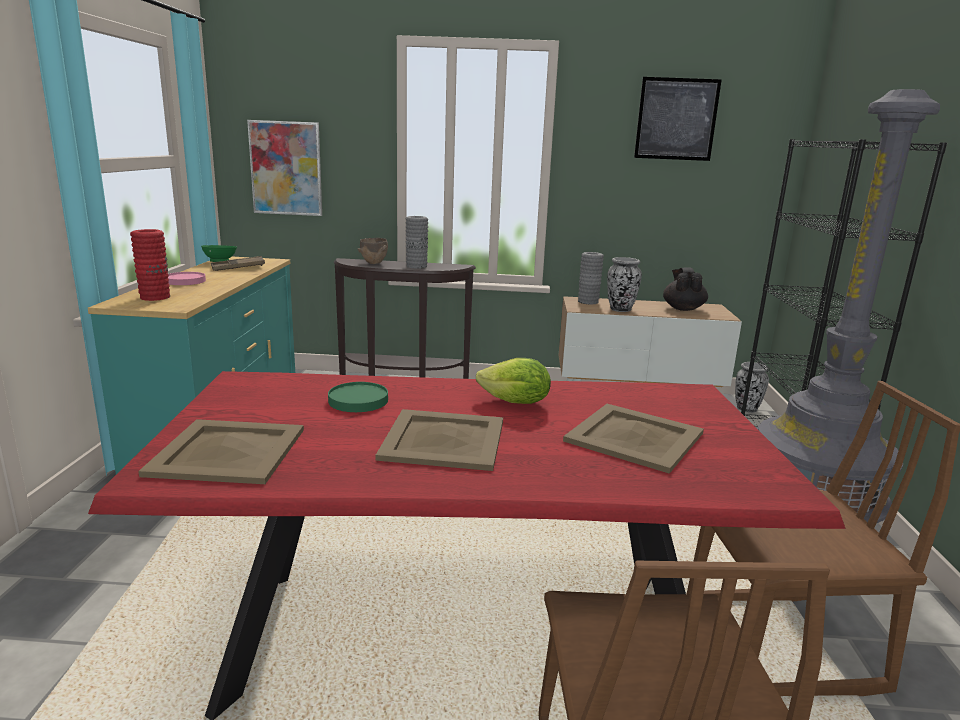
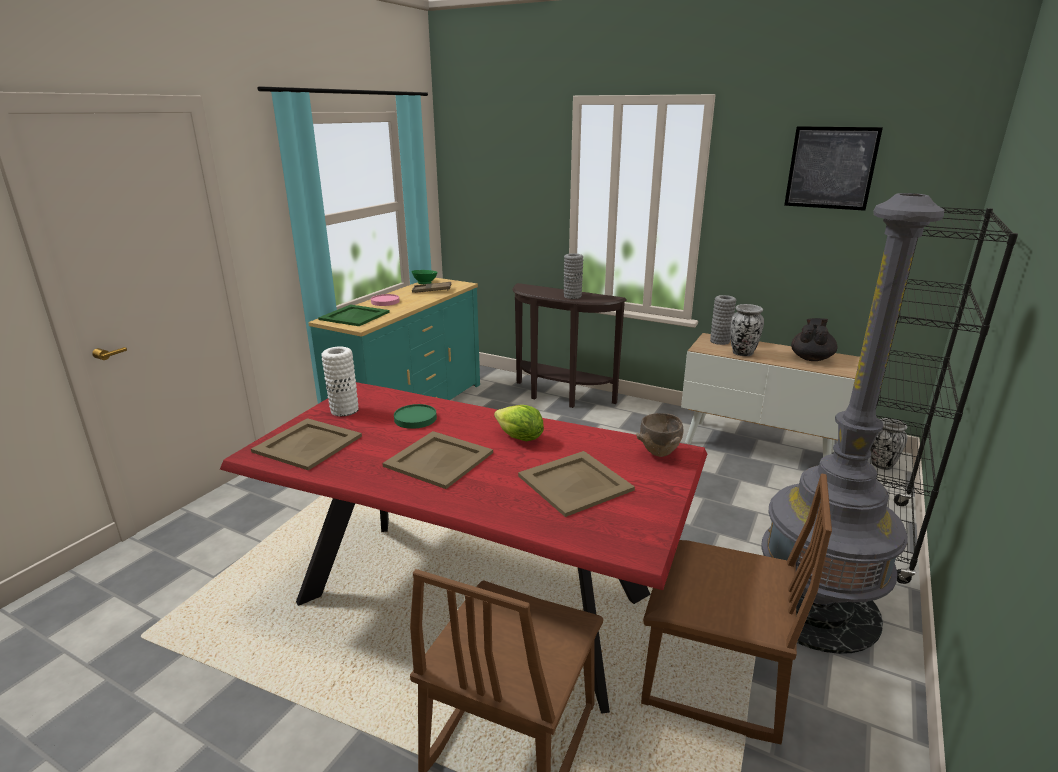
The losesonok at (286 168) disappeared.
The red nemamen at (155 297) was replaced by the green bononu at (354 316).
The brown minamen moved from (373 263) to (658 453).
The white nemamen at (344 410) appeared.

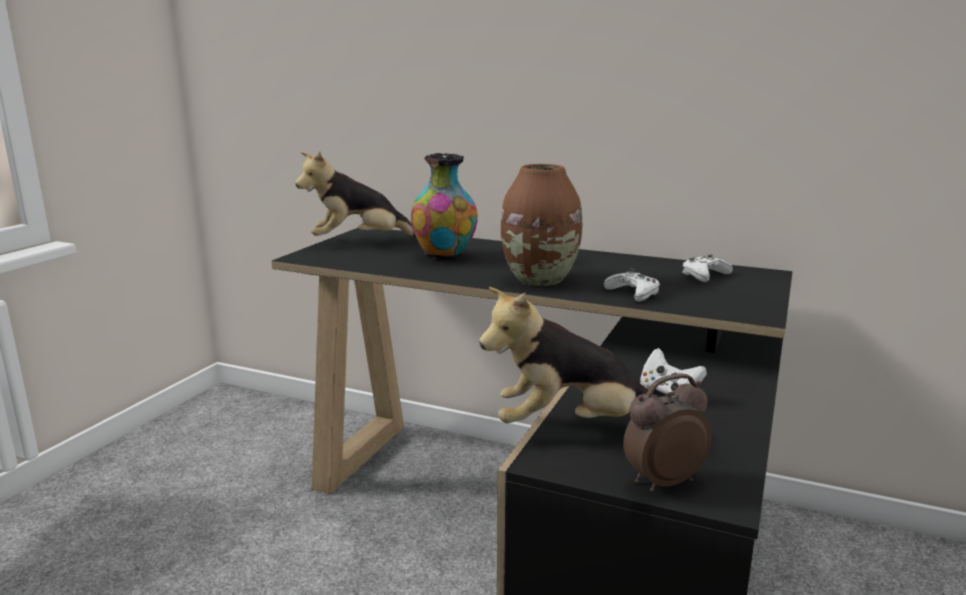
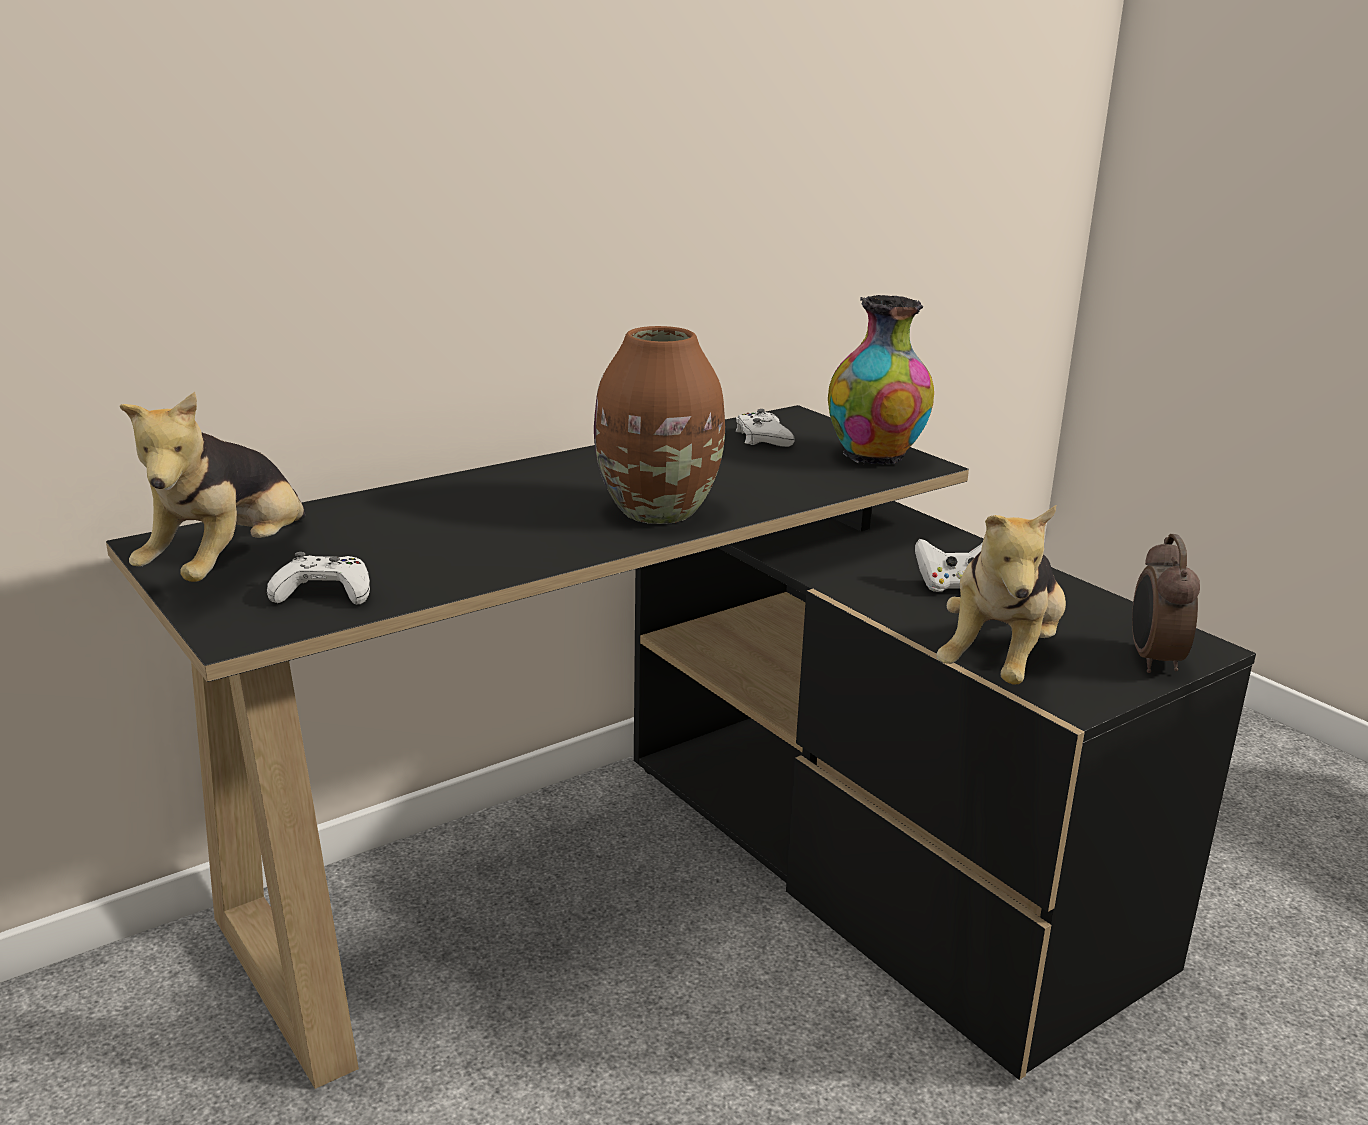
The nemamen moved from (445 256) to (876 457).
The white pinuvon moved from (633 293) to (324 592).

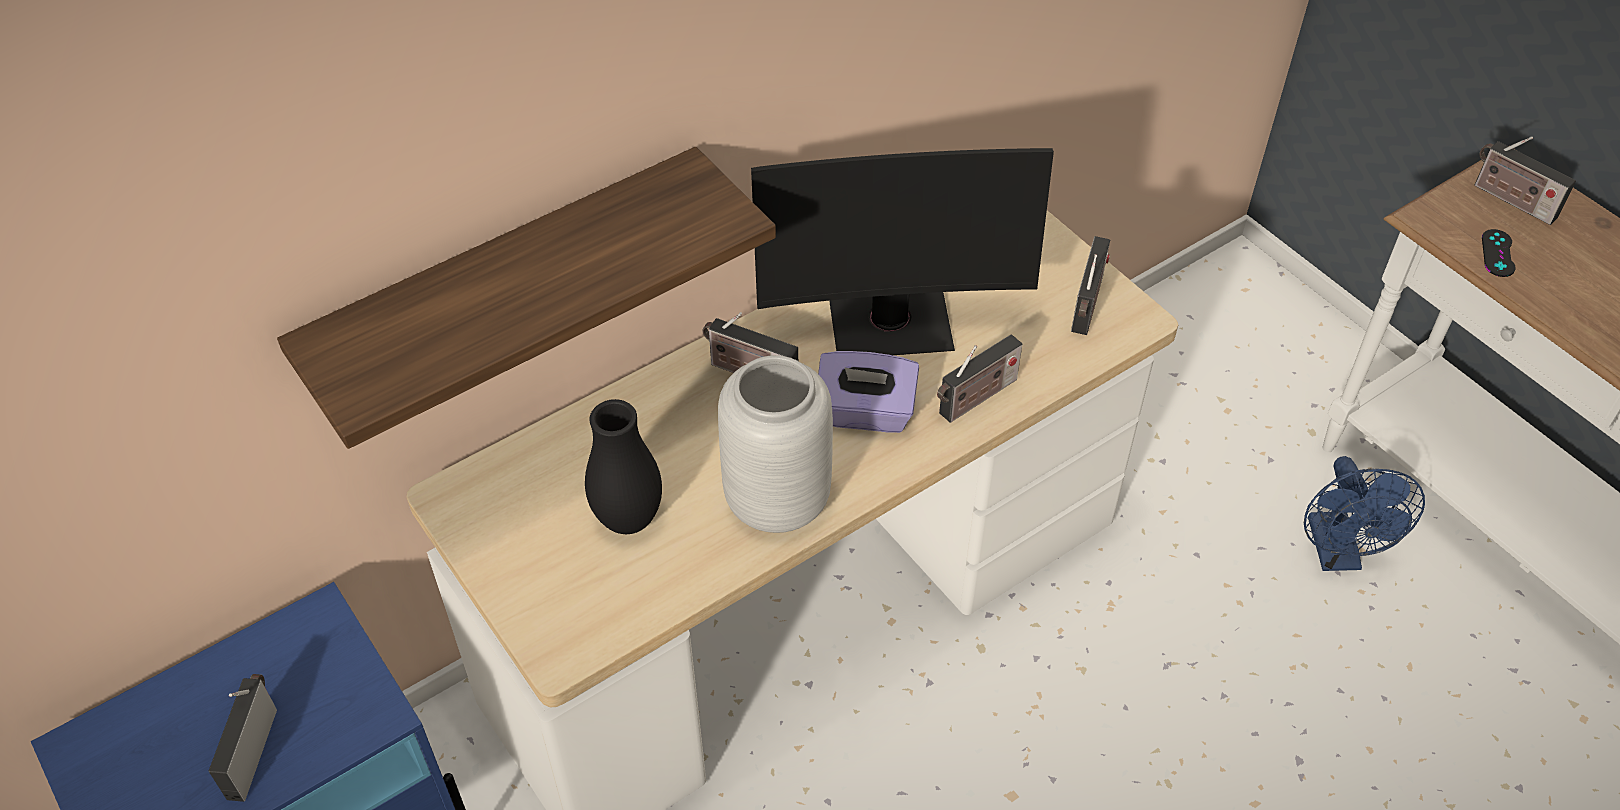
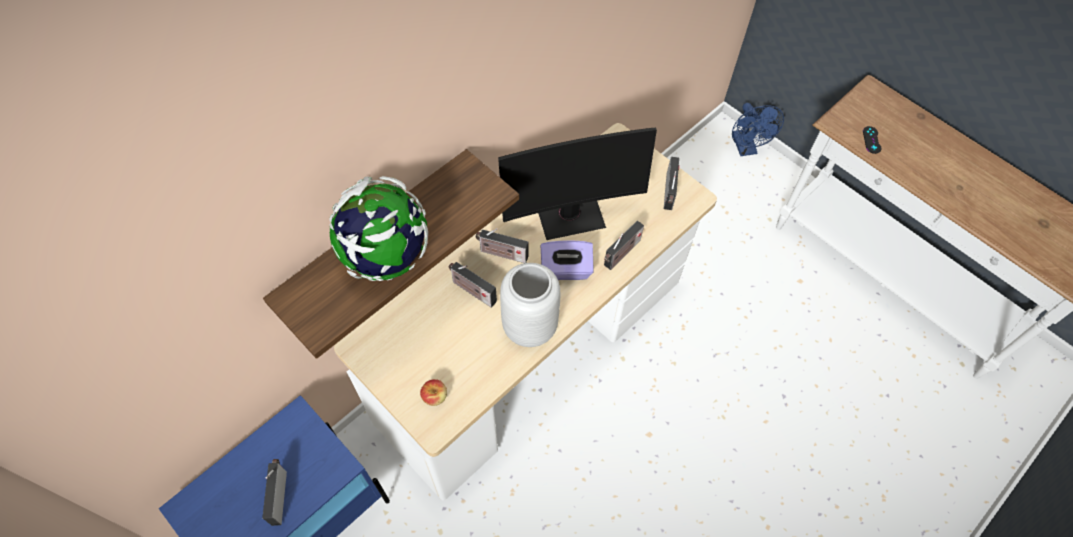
The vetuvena moved from (1510 200) to (472 291).
The black nemamen at (628 519) disappeared.
The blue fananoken moved from (1337 554) to (746 148).
The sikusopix at (386 257) appeared.
The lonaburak at (435 396) appeared.

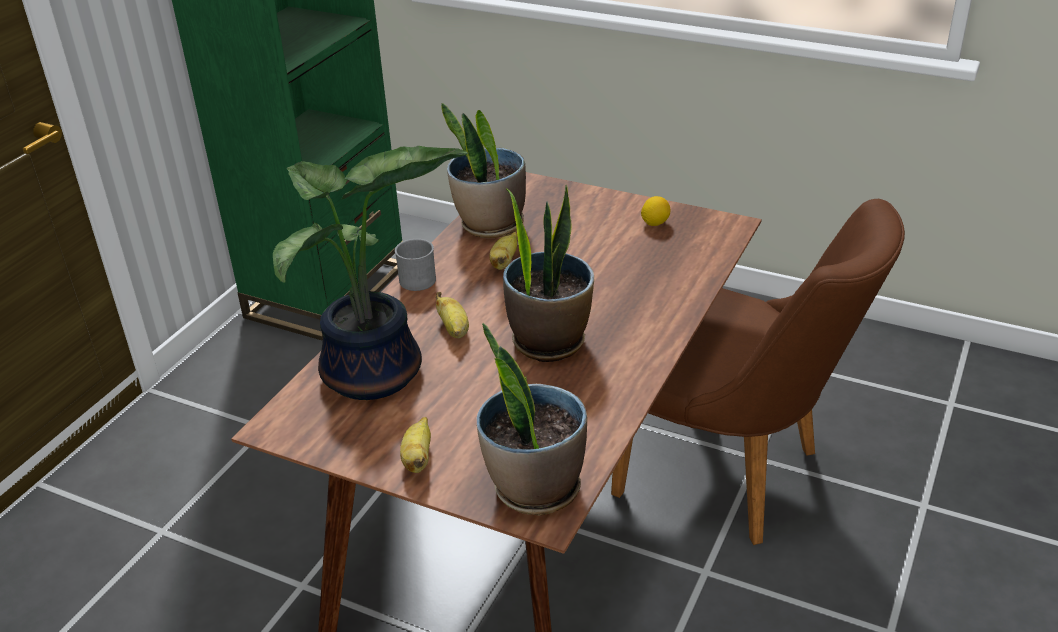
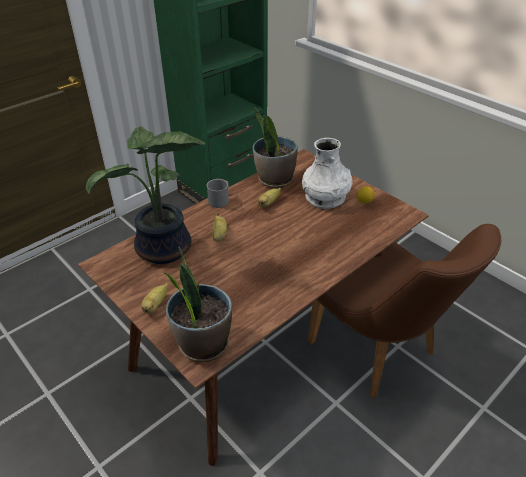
The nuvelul at (549 341) disappeared.
The white nemamen at (325 197) appeared.

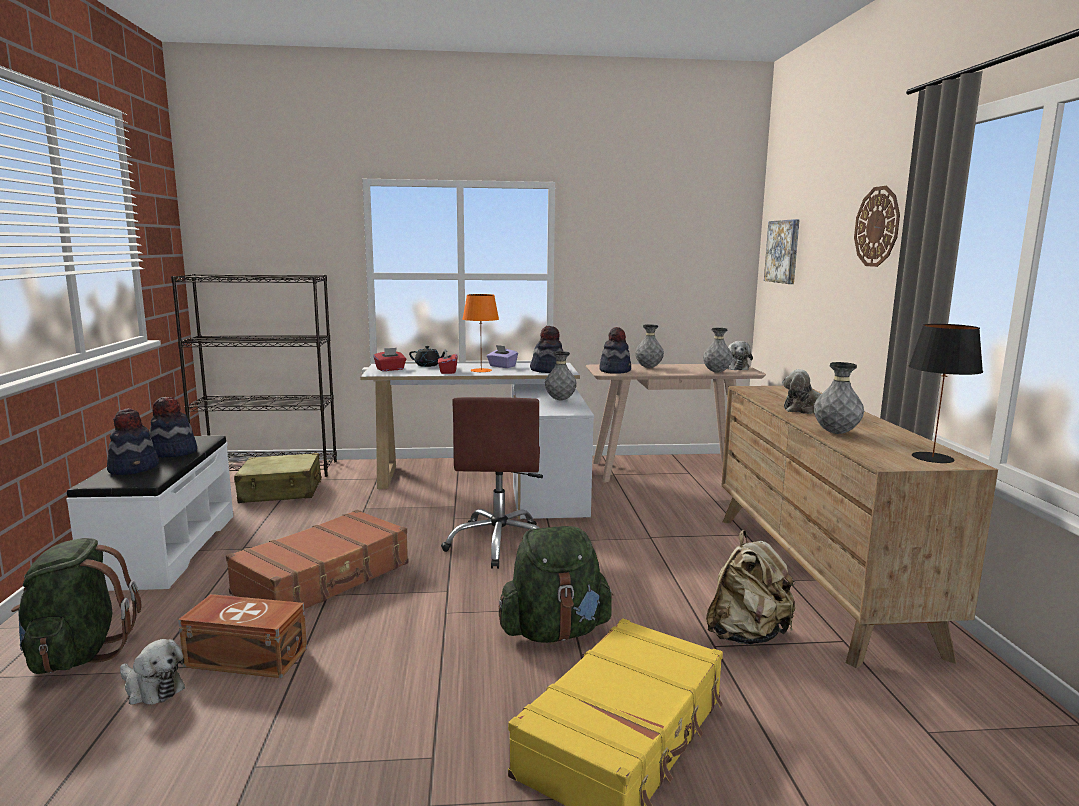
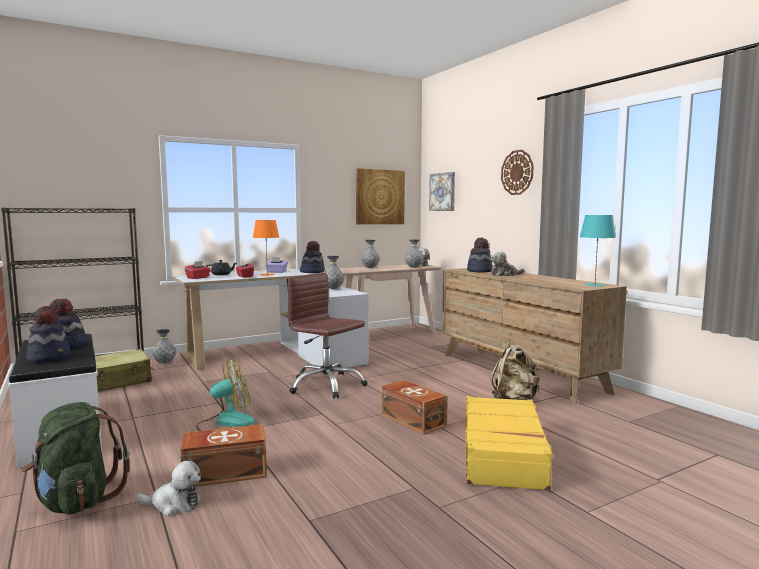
The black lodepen at (932 458) became the turquoise lodepen at (595 285).
The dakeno moved from (615 371) to (479 271).
The grey nemamen moved from (835 433) to (164 363).
The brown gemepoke at (499 544) turned 150 degrees clockwise.
The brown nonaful at (324 579) was replaced by the fananoken at (225 423).
The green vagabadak at (555 632) was replaced by the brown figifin at (413 420).
The losesonok at (379 197) appeared.

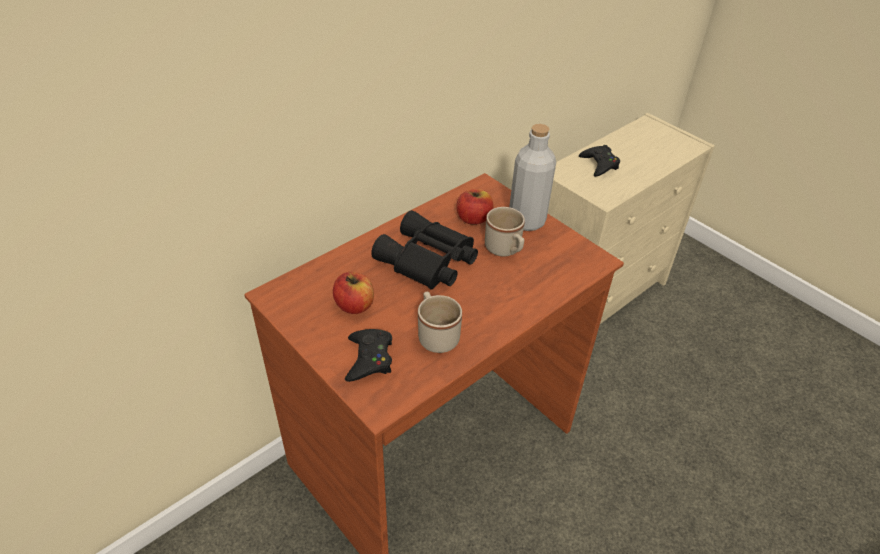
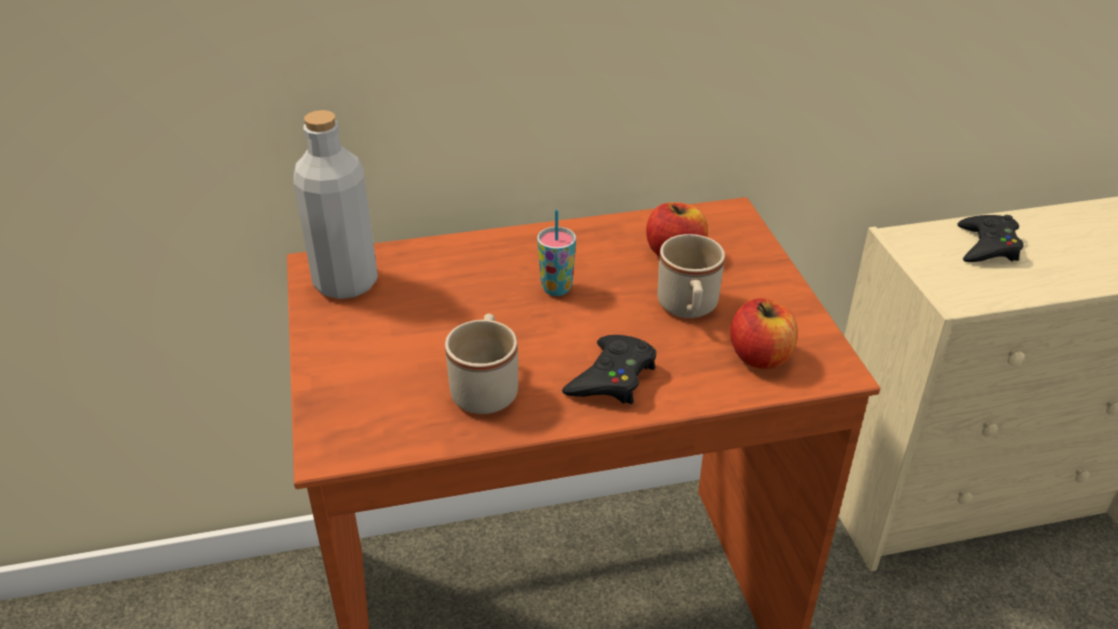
The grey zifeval moved from (526 221) to (346 282).
The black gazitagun at (427 261) was replaced by the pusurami at (556 288).
The lonaburak moved from (354 305) to (760 357).
The black pinuvon moved from (369 359) to (612 377).

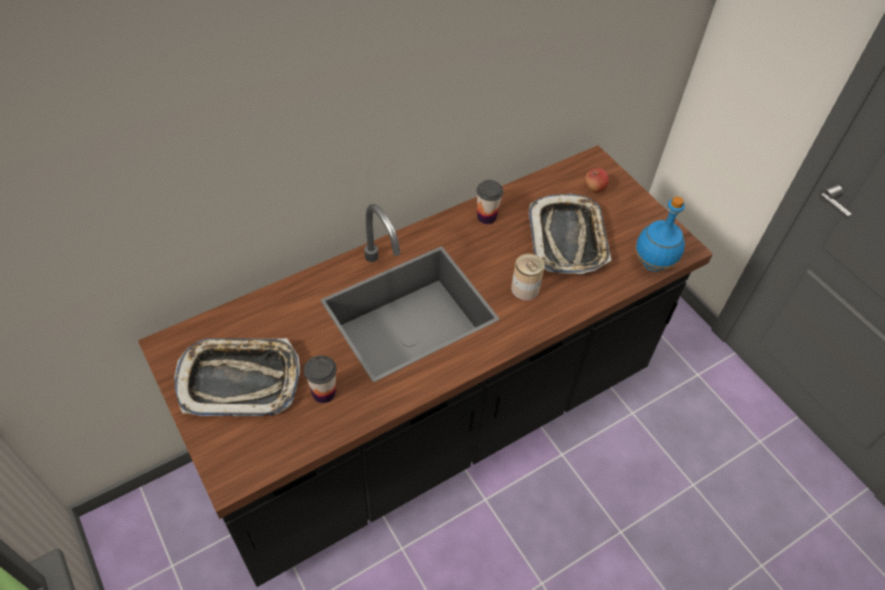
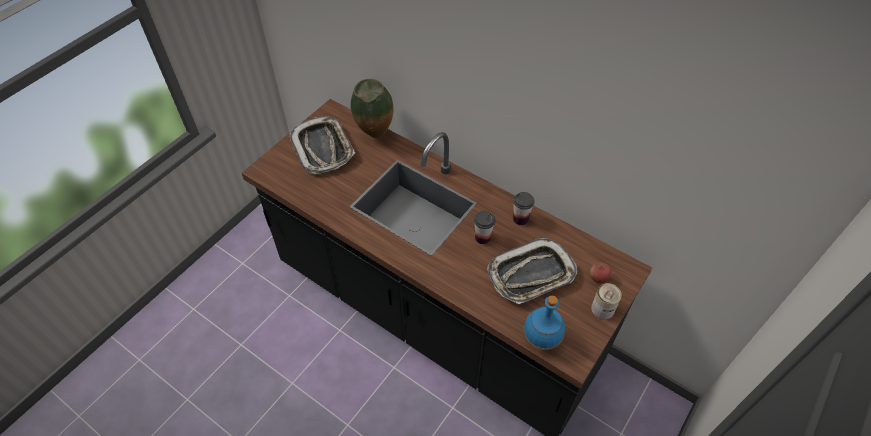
The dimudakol moved from (525 288) to (602 309).
The pusurami moved from (324 393) to (482 237).
The nemamen at (375 136) appeared.

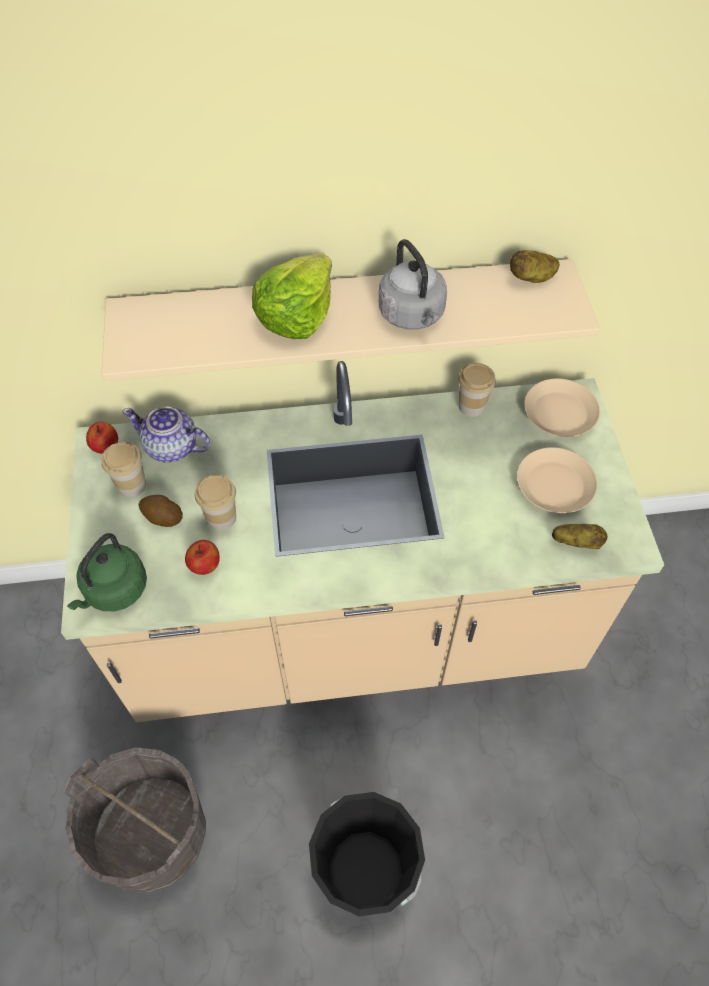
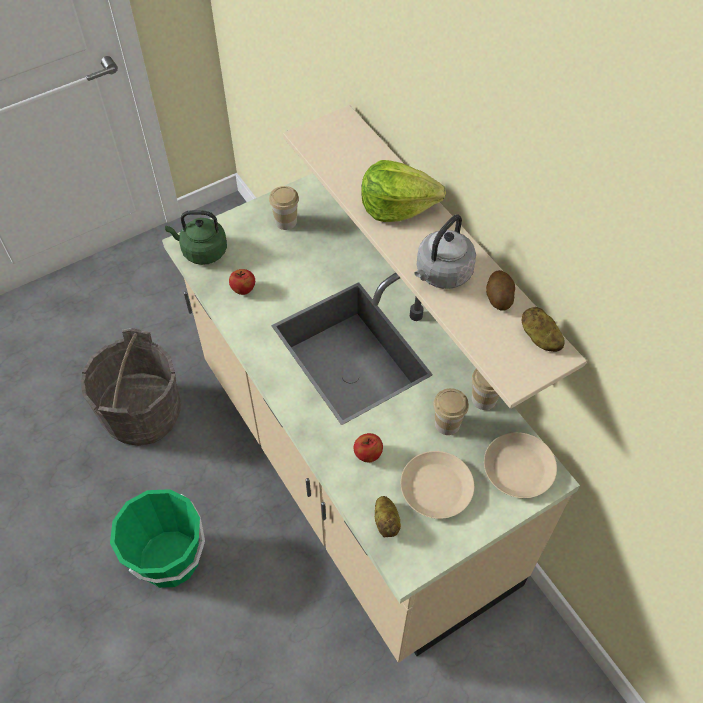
The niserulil at (172 447) disappeared.
The lonaburak moved from (106 447) to (367 454).
The pusurami moved from (221 518) to (447 424).
The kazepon moved from (162 517) to (498 297).
The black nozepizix at (365 870) became the green nozepizix at (169 559).

